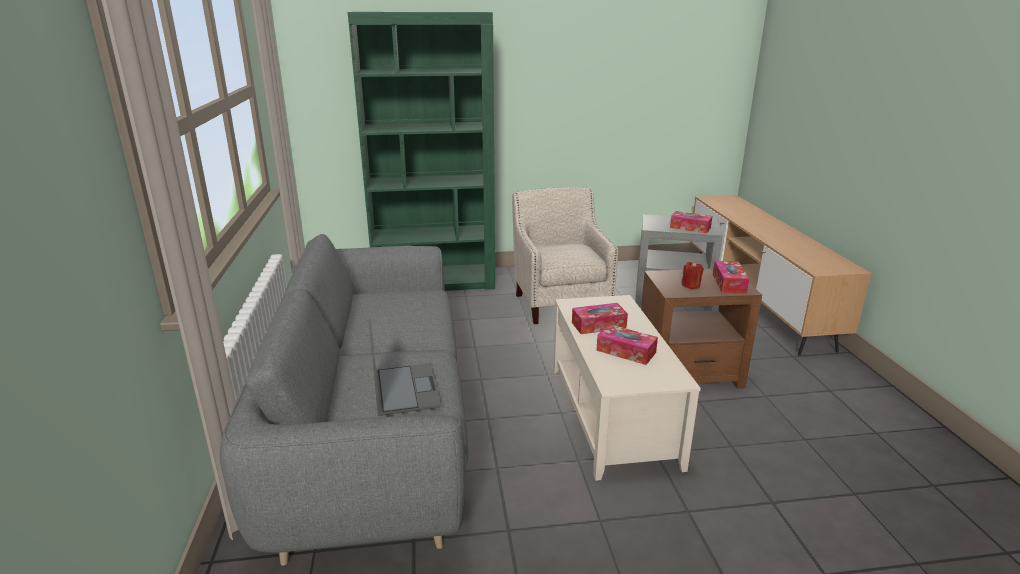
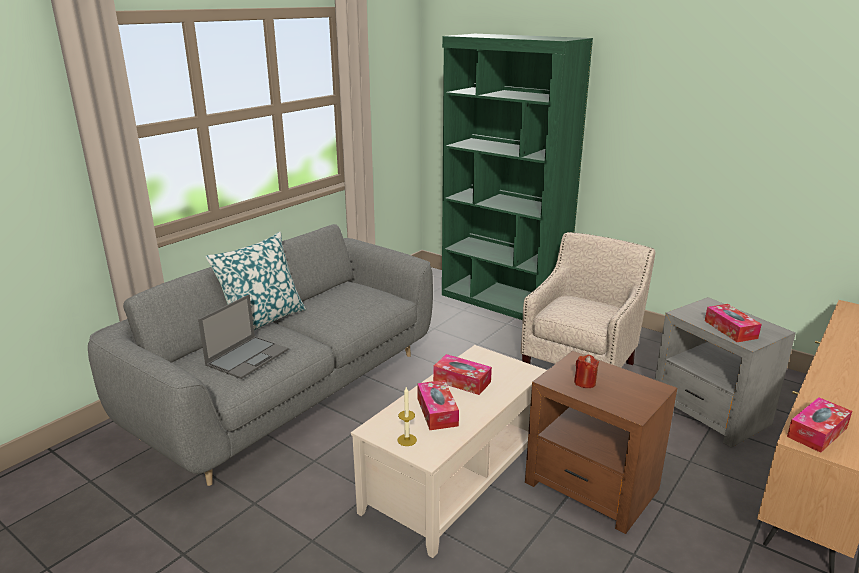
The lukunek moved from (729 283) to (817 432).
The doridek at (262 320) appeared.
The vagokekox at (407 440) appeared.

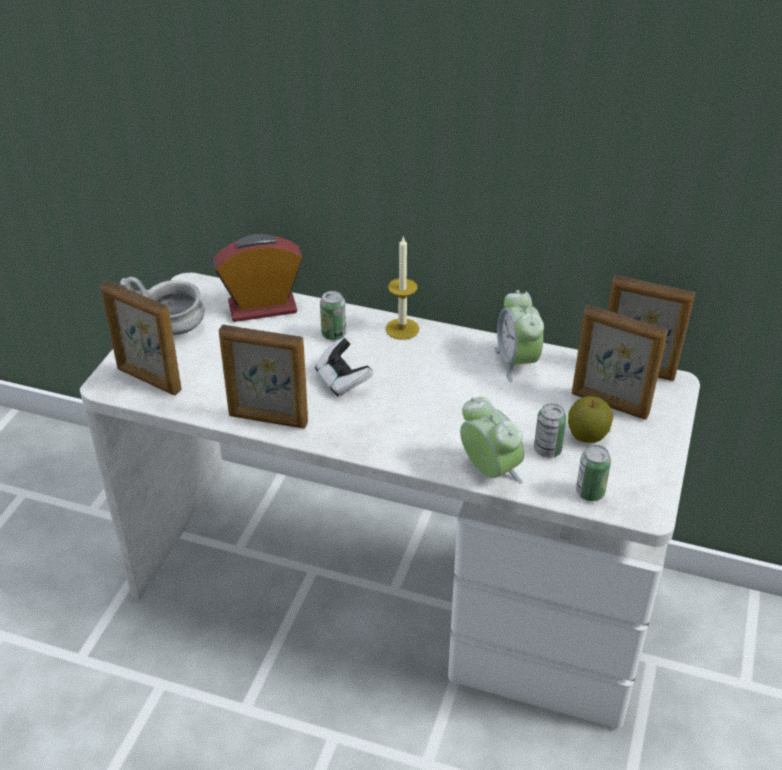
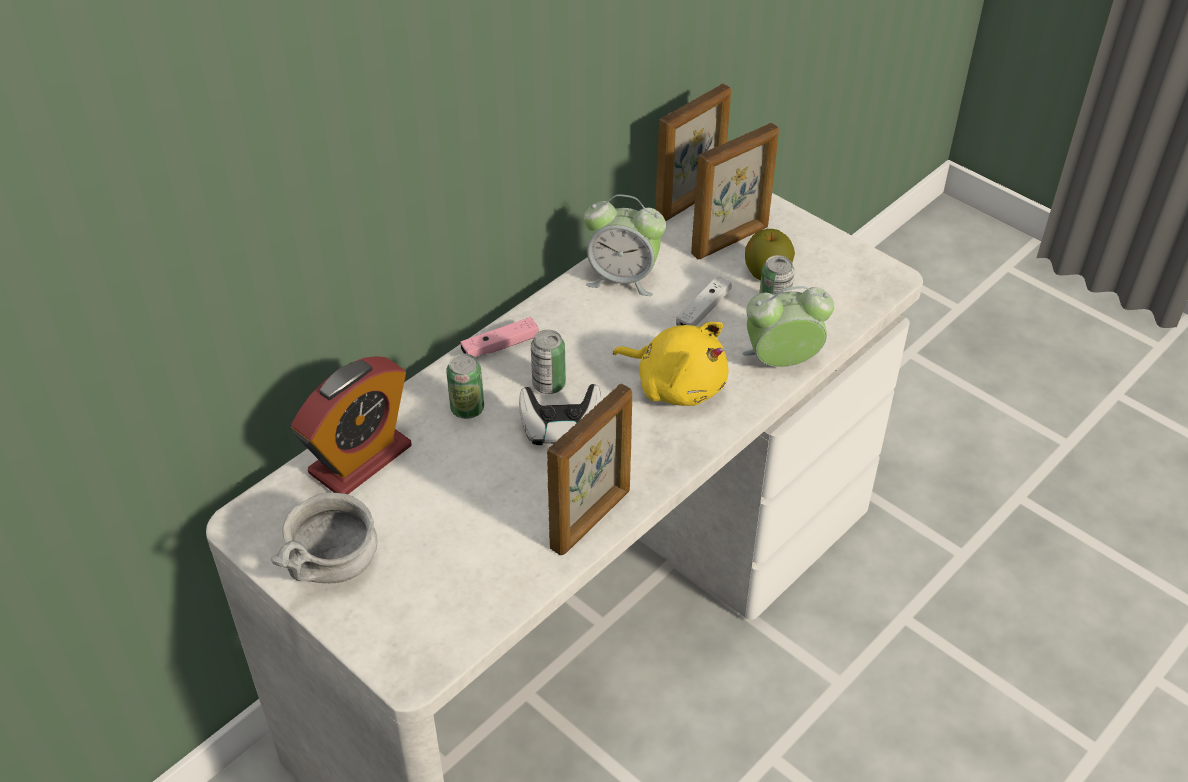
The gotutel at (262 308) turned 150 degrees counterclockwise.
The vagokekox at (402 329) was replaced by the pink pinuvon at (500 346).
The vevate at (148 380) disappeared.
The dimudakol moved from (590 492) to (549 384).
The white pinuvon at (703 311) appeared.
The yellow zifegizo at (677 384) appeared.

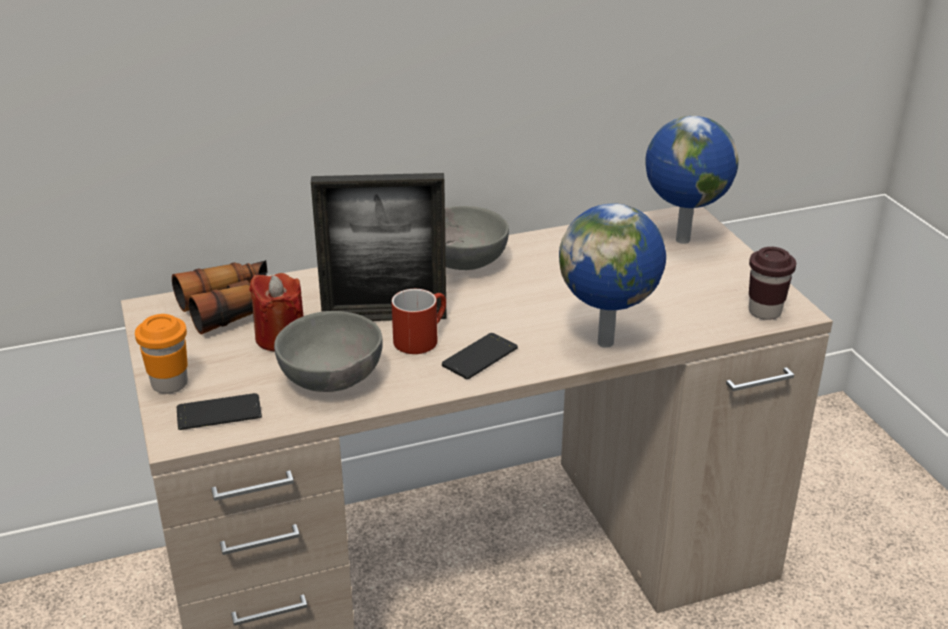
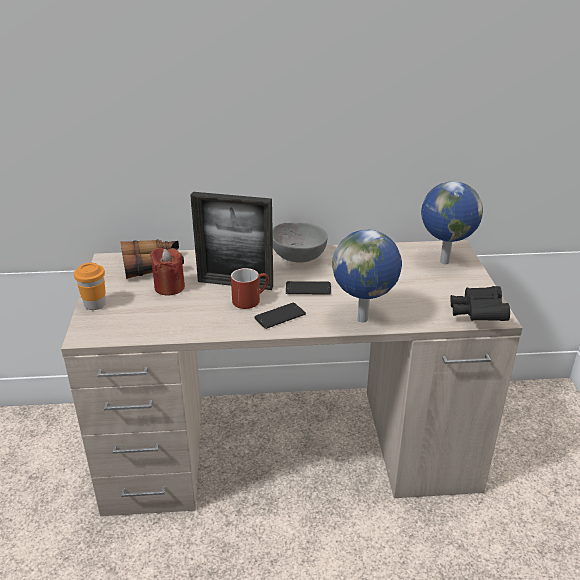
The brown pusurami at (764 312) was replaced by the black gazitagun at (477 315).
The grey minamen at (332 381) disappeared.
The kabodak moved from (219 413) to (308 289).

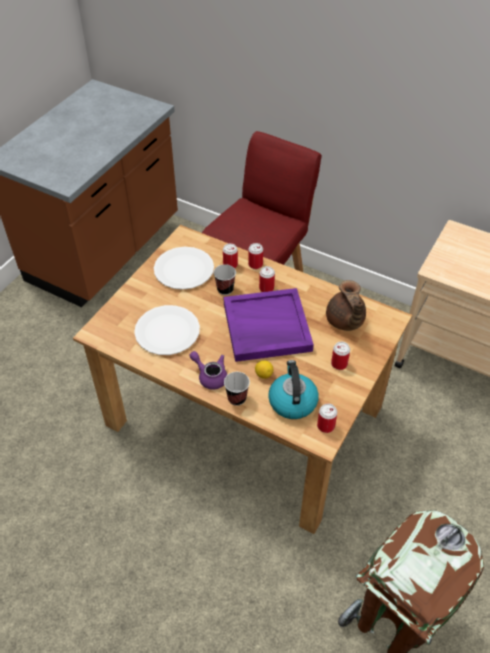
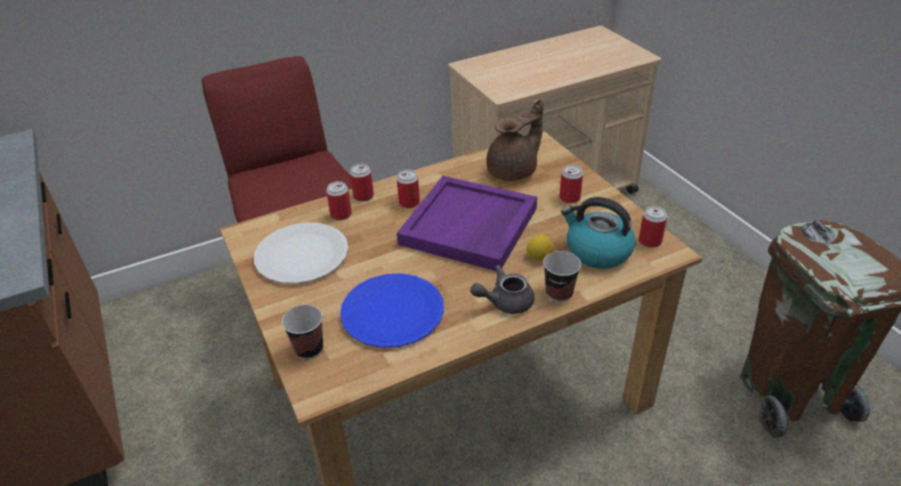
The pusurami moved from (225 289) to (309 349).
The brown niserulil at (345 321) turned 60 degrees counterclockwise.
The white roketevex at (167 331) became the blue roketevex at (392 312).
The purple niserulil at (210 376) became the grey niserulil at (505 302).

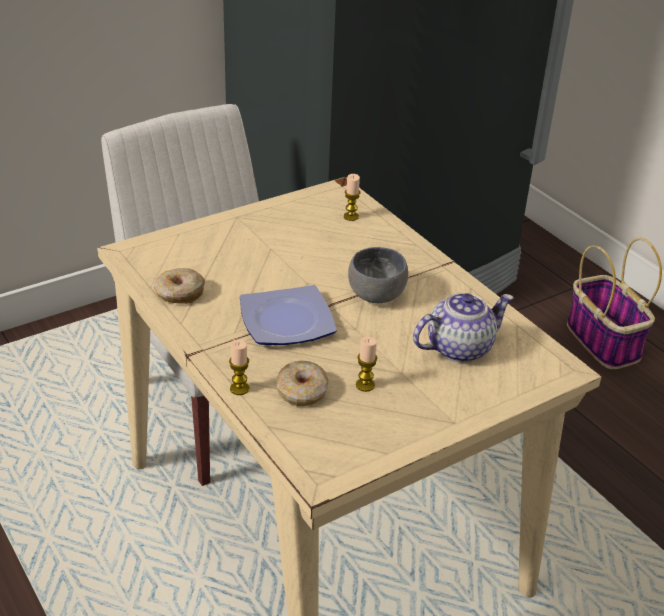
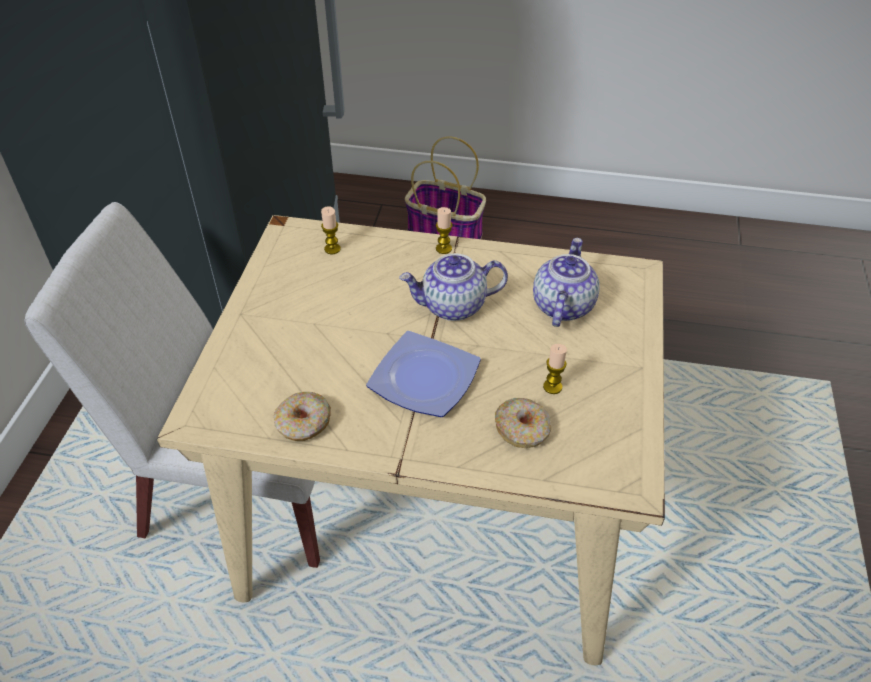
The grey minamen at (376 297) was replaced by the niserulil at (453 306).
The vagokekox moved from (239 388) to (443 248).

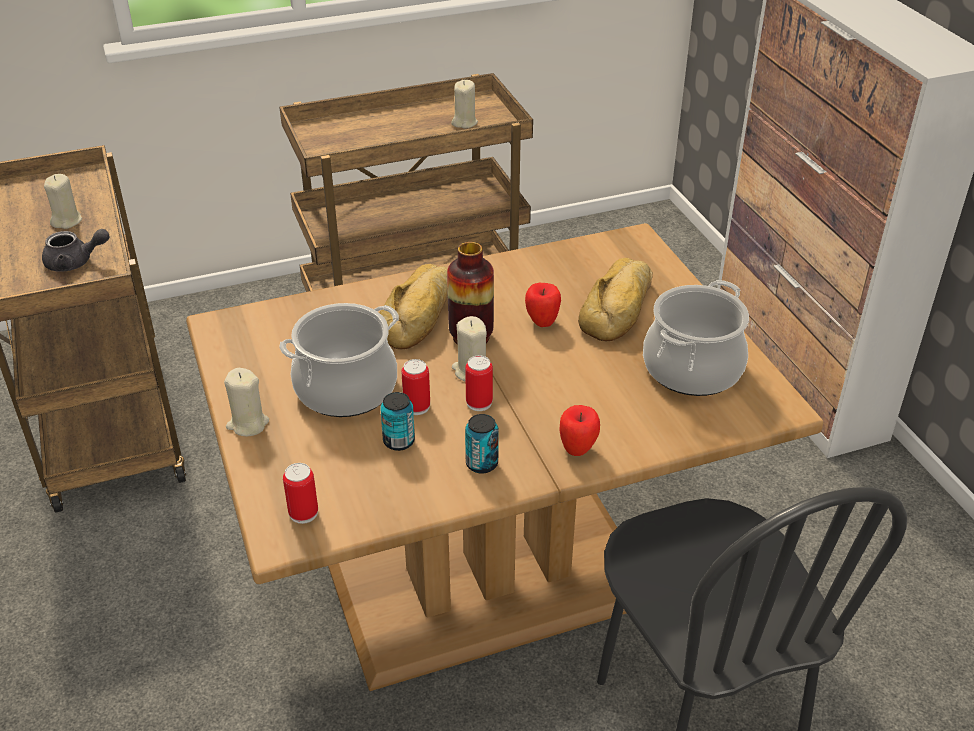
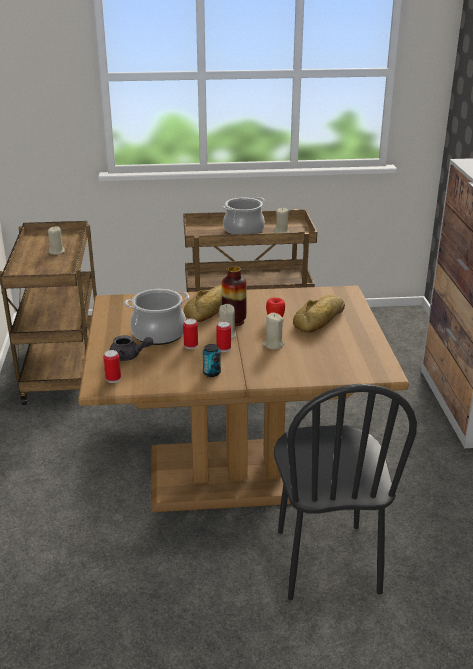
The grey niserulil moved from (75 262) to (129 356).
The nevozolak moved from (693 369) to (243 231).
The beige vagokekox moved from (247 424) to (273 344).
The dimudakol at (399 441) disappeared.
The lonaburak at (578 450) disappeared.

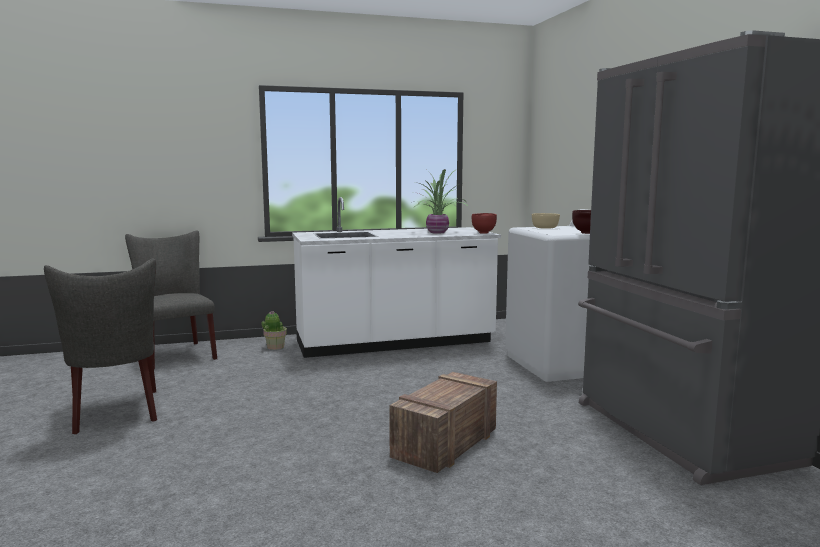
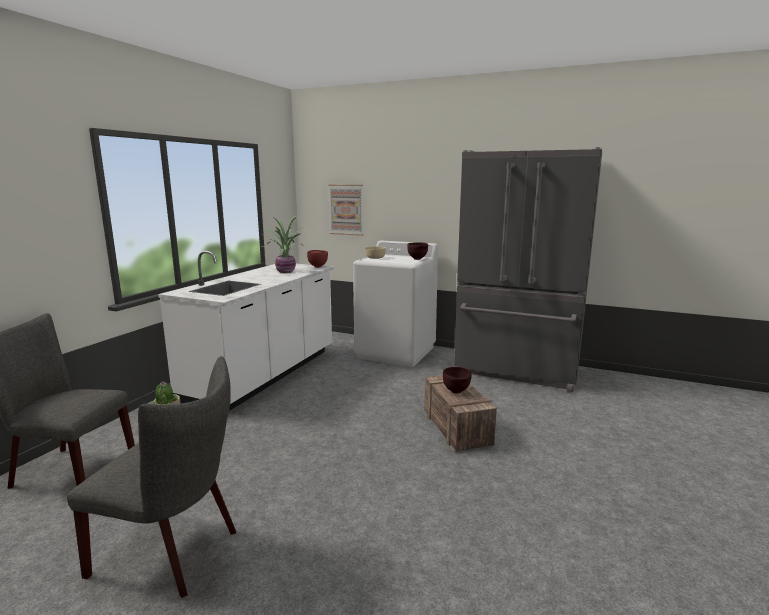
The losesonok at (346 209) appeared.
The brown minamen at (456 392) appeared.

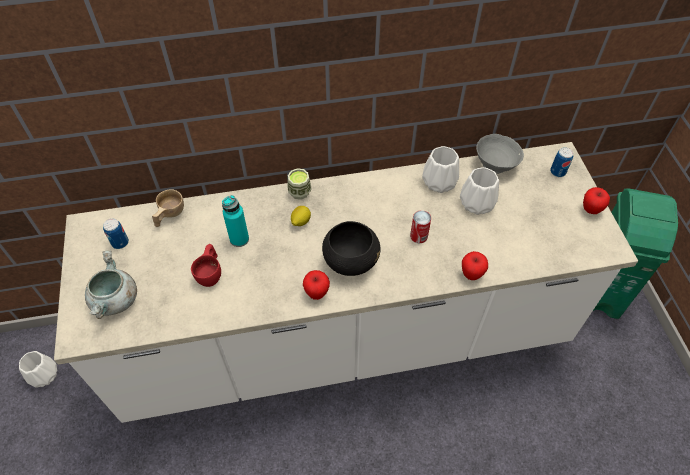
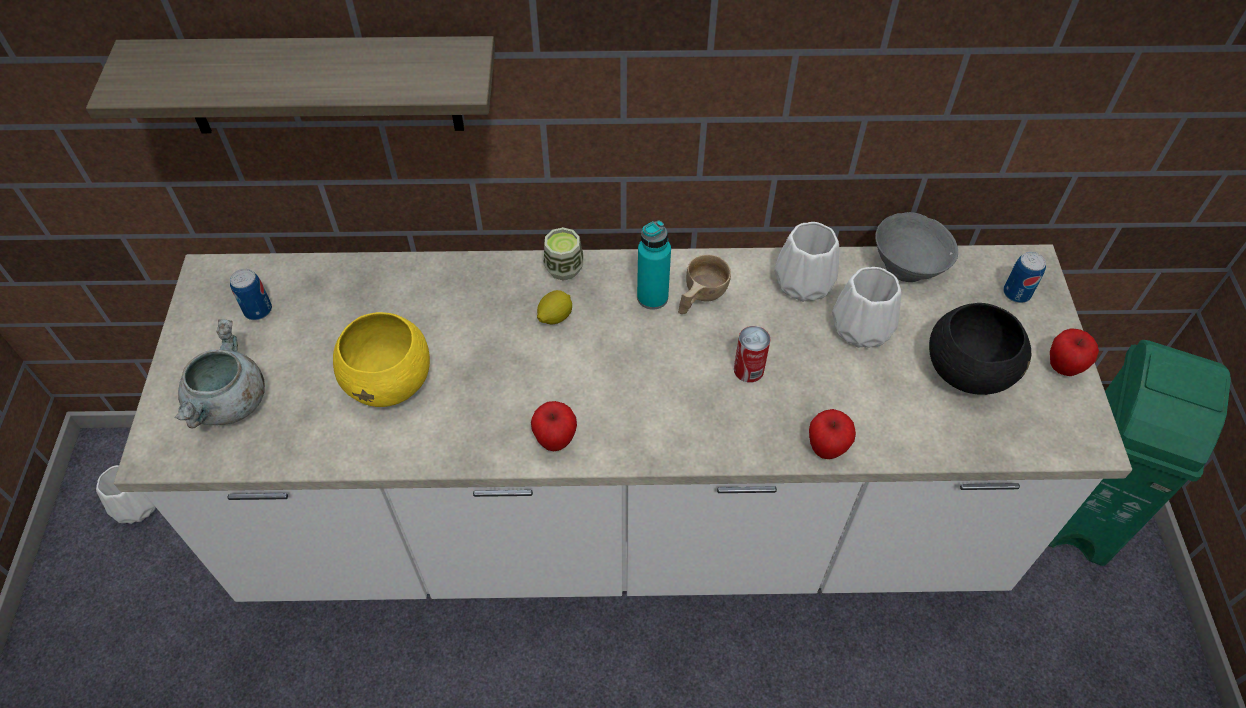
The beige pusurami moved from (169 215) to (699 298).
The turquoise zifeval moved from (239 239) to (652 297).
The black minamen moved from (350 260) to (967 370).
The red pusurami at (211 273) was replaced by the yellow minamen at (390 381).
The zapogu at (320 85) appeared.

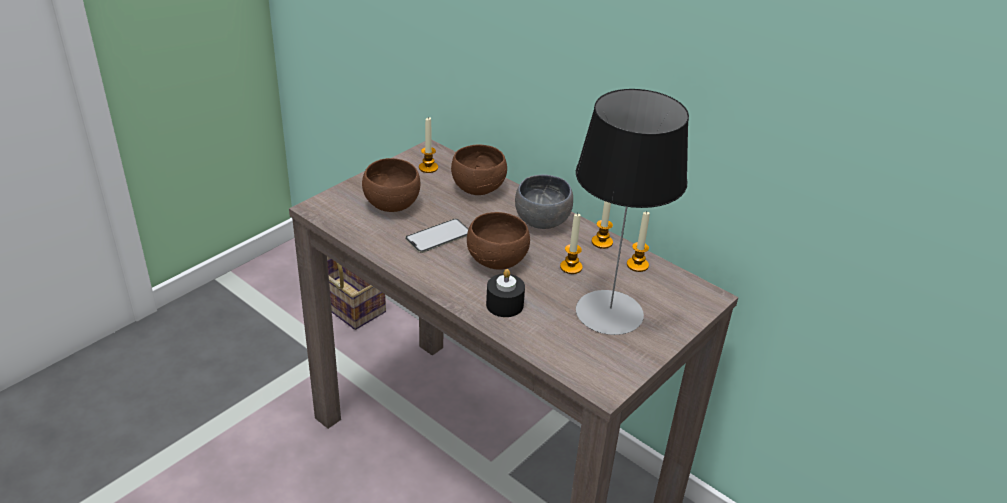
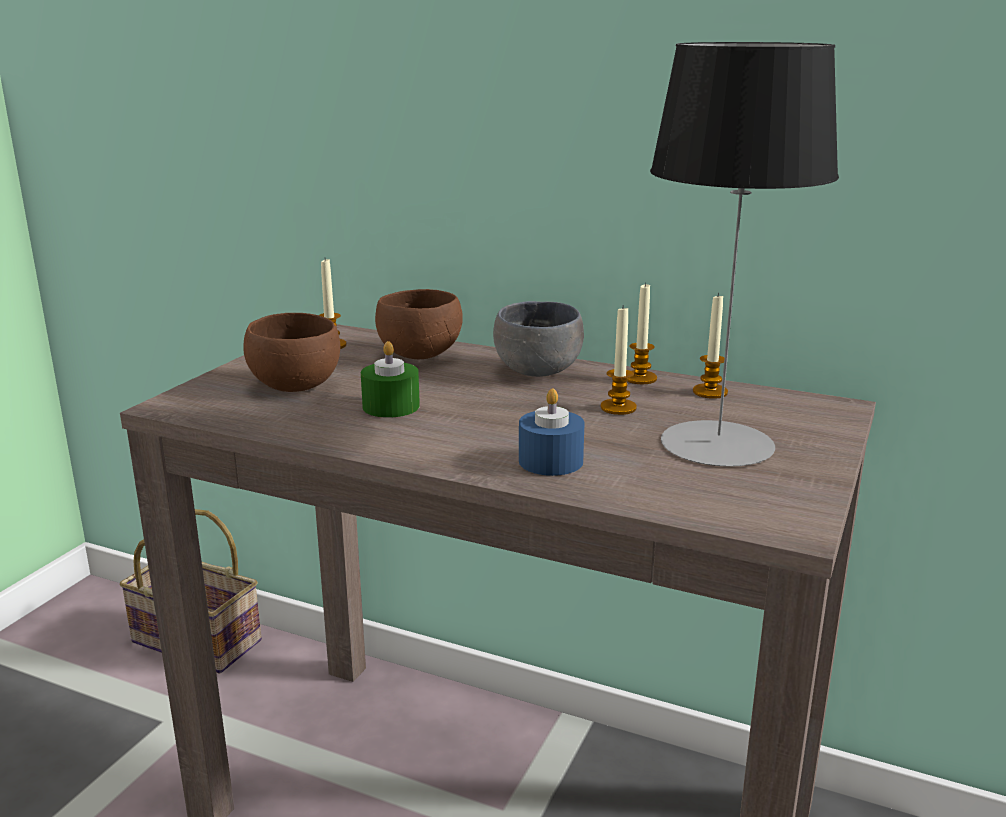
The brown minamen at (498 260) disappeared.
The kabodak at (438 236) was replaced by the green vagokekox at (391 406).
The black vagokekox at (504 304) became the blue vagokekox at (550 461).

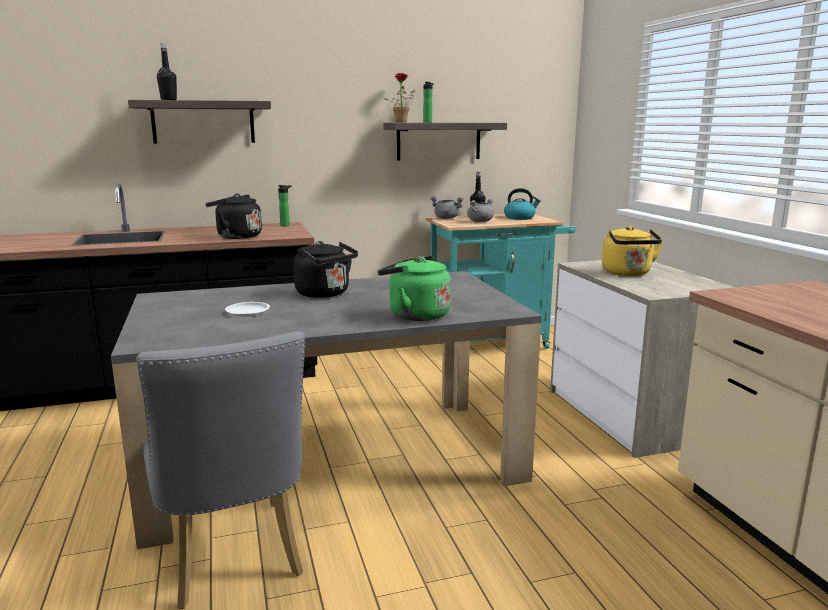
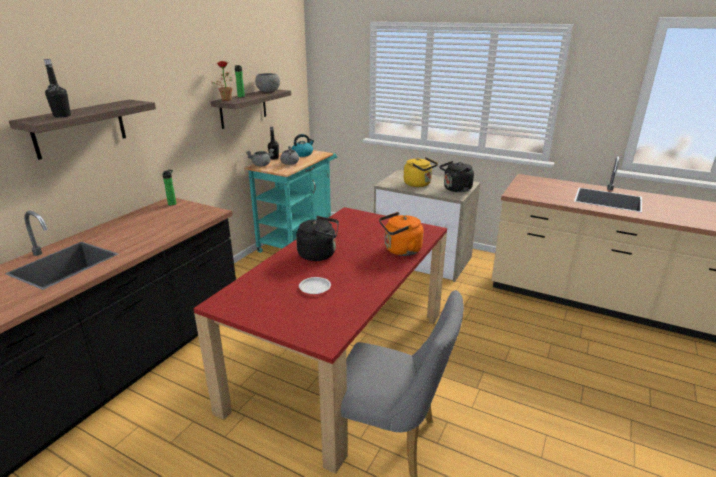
The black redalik moved from (236 236) to (456 189).
The green redalik at (415 315) became the orange redalik at (400 250).
The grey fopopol at (332 461) became the red fopopol at (341 357).
The grey minamen at (268 91) appeared.

